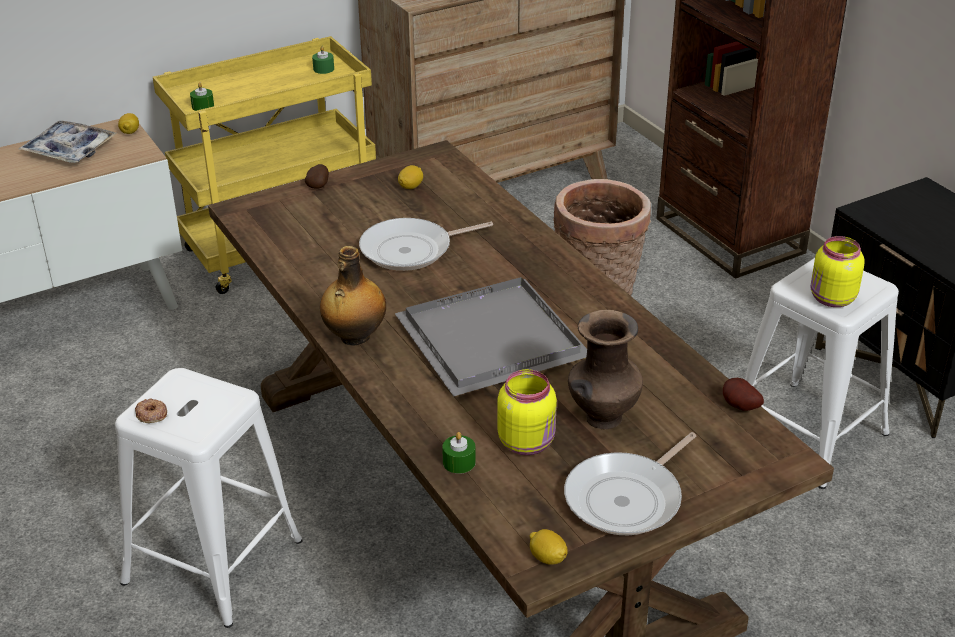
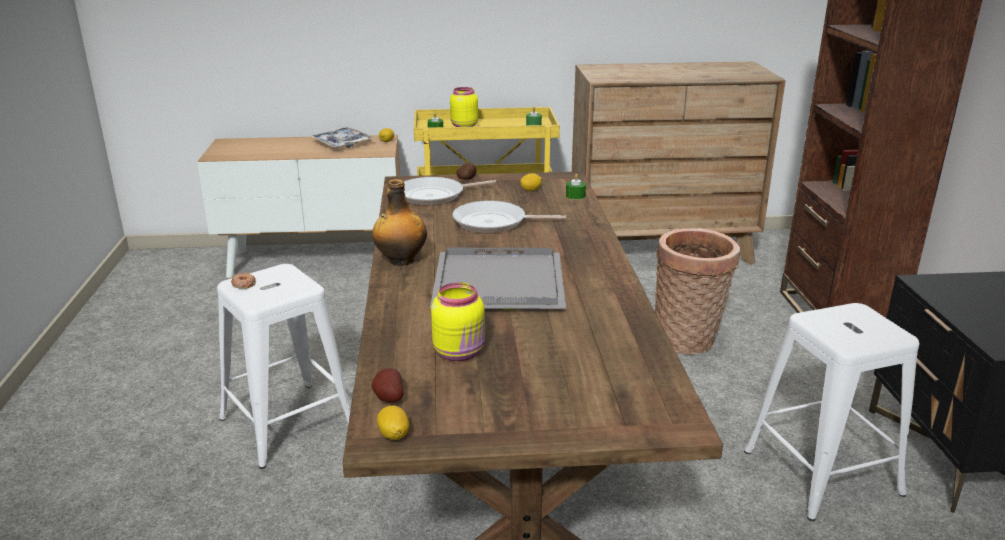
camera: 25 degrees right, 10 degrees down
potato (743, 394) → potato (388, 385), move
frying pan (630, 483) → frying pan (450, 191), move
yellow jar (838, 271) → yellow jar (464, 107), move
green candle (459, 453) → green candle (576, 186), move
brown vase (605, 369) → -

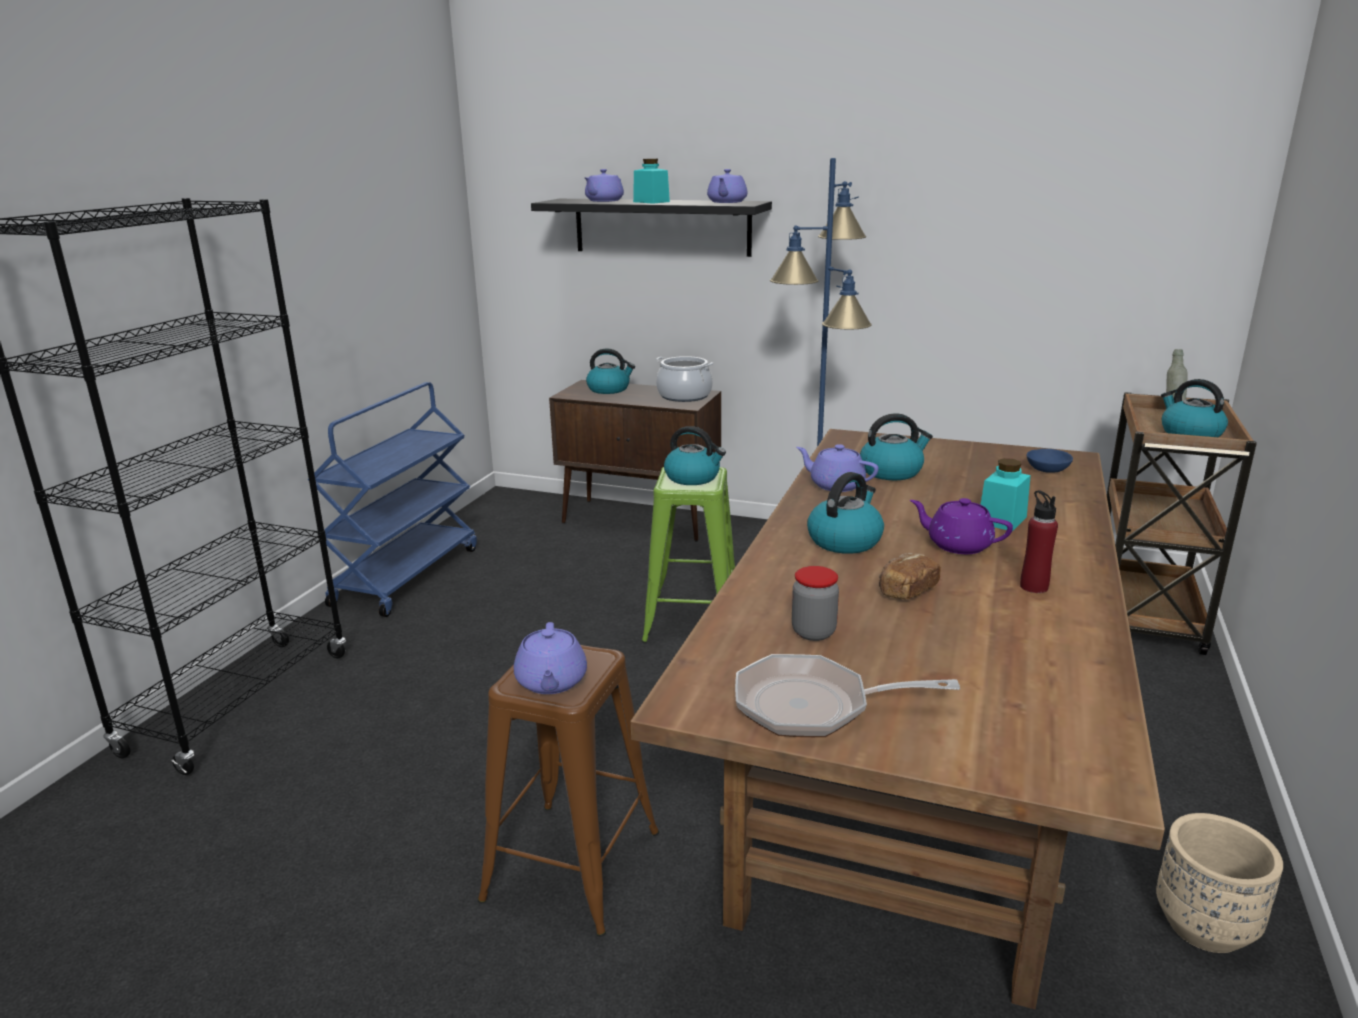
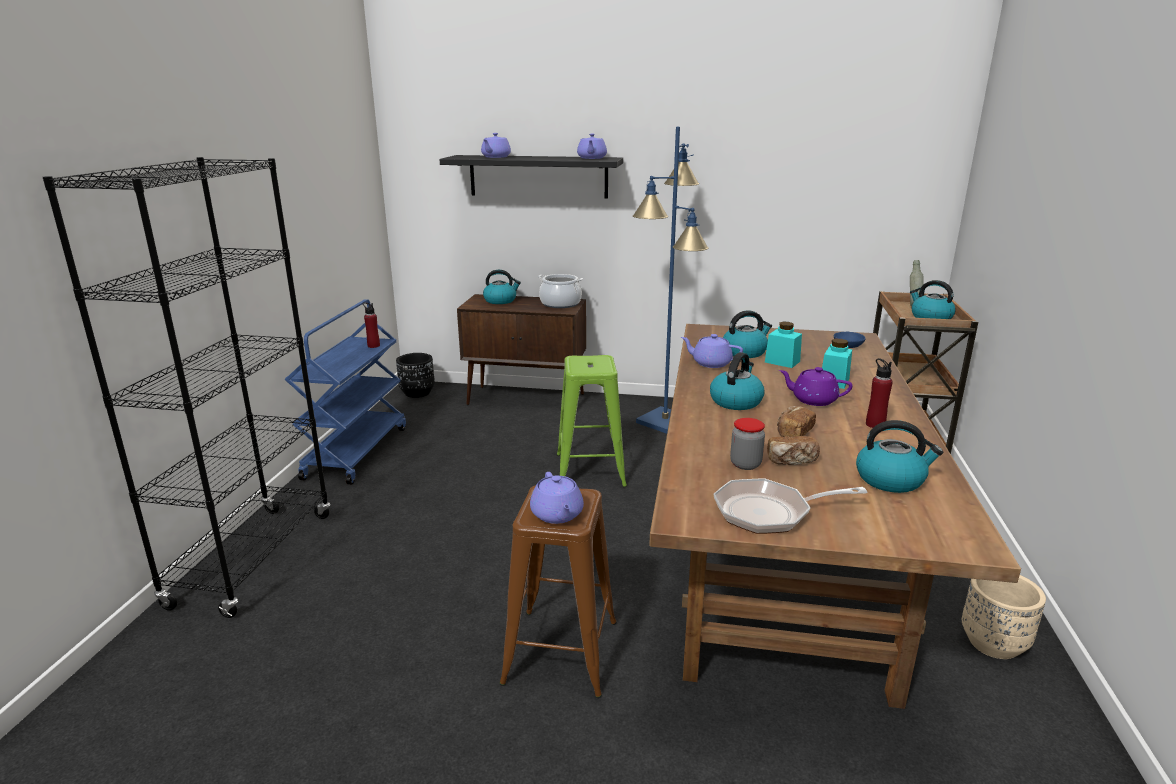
camera: 10 degrees left, 0 degrees up
- → red bottle (371, 325)
- → black planter (415, 375)
turquoise jar (651, 181) → turquoise jar (783, 344), move
- → bread (793, 450)
kettle (695, 455) → kettle (899, 456), move

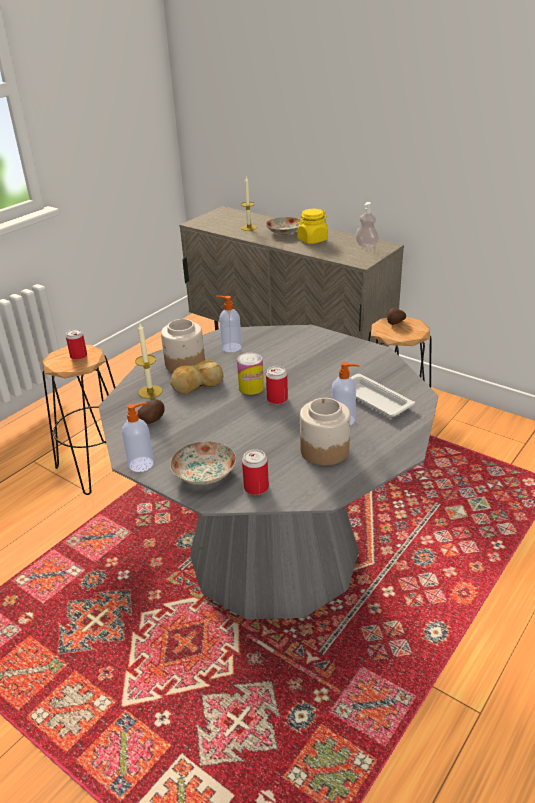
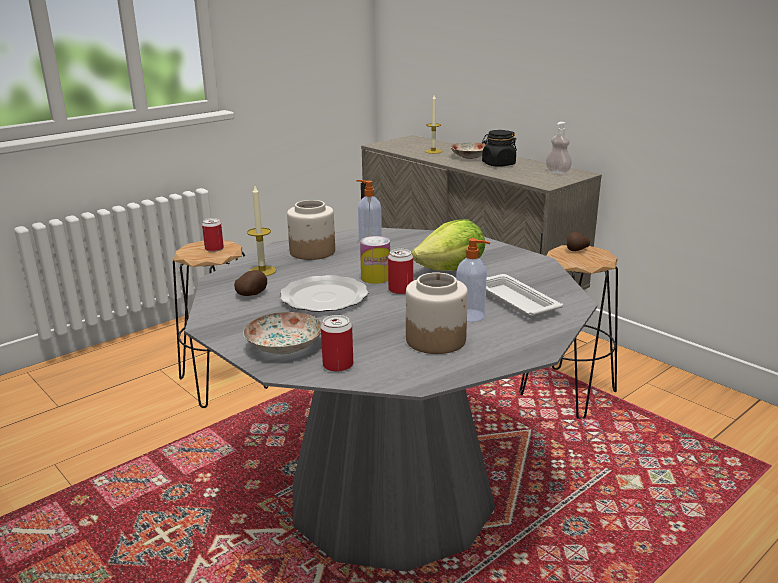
camera: 10 degrees right, 10 degrees down
- → plate (324, 293)
- → lettuce (448, 245)
yellow jar (312, 226) → black jar (499, 148)
soap dispenser (138, 437) → -
bread (196, 376) → -

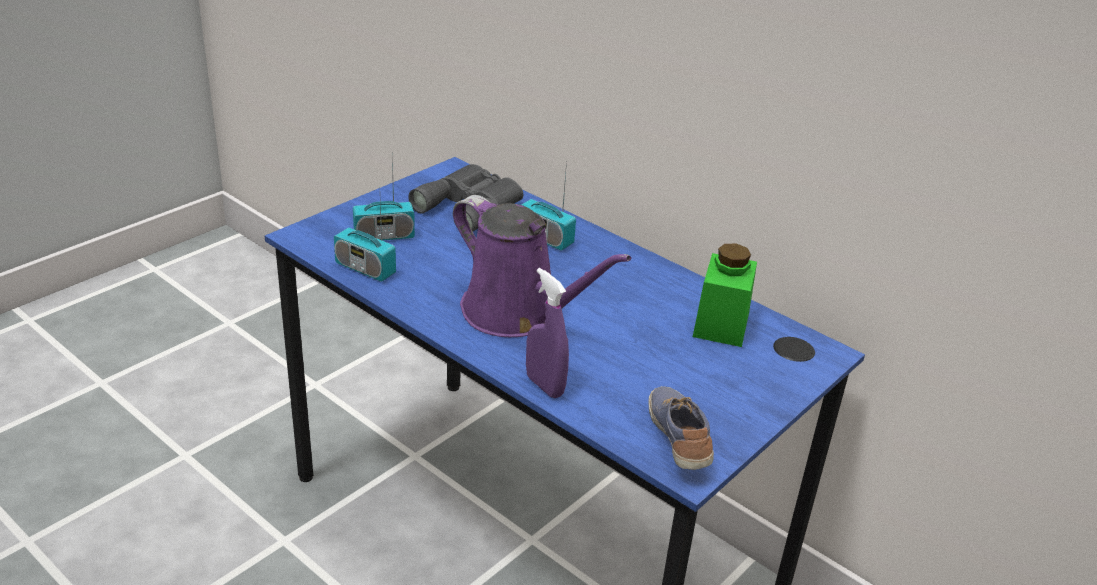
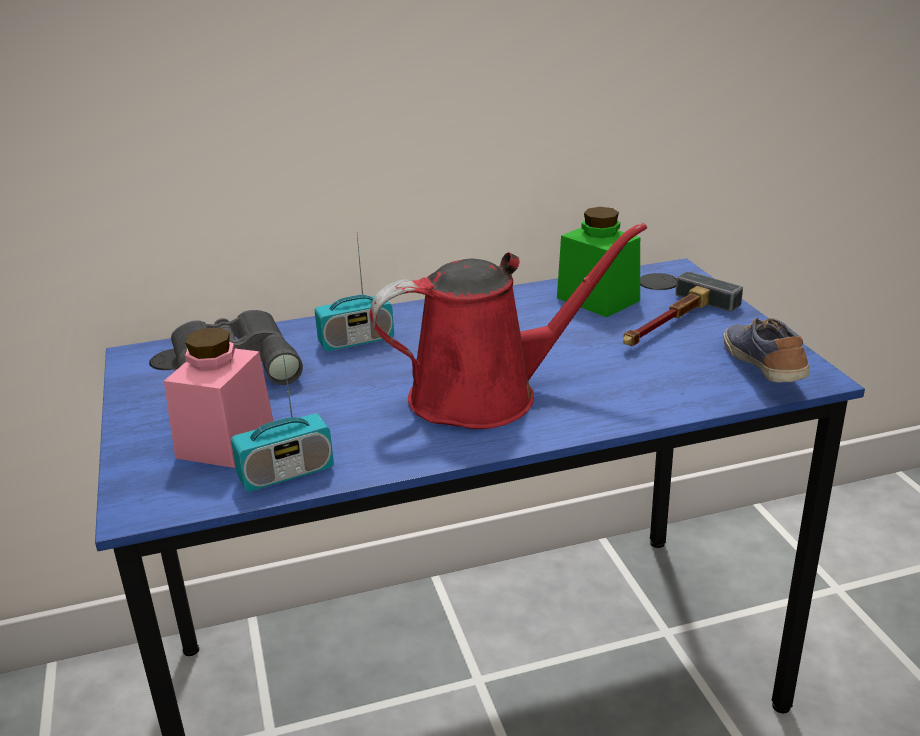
camera: 55 degrees left, 5 degrees down
radio (384, 198) → pink jar (218, 397)
purple watering can (542, 266) → red watering can (508, 325)
- → hammer (683, 308)
shoe (681, 428) → shoe (766, 350), 60 degrees clockwise
purple spray bottle (547, 333) → -

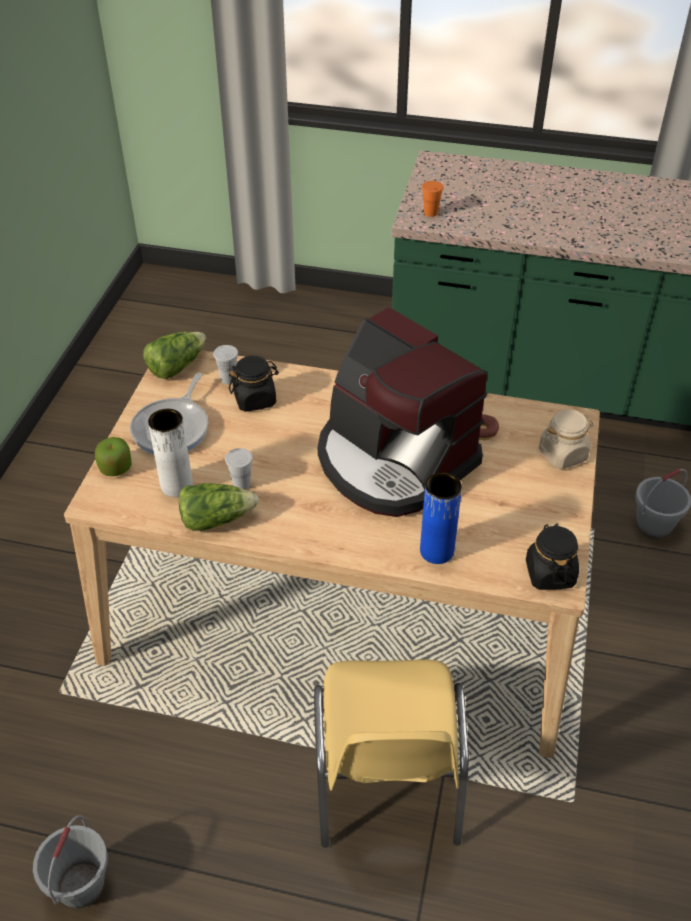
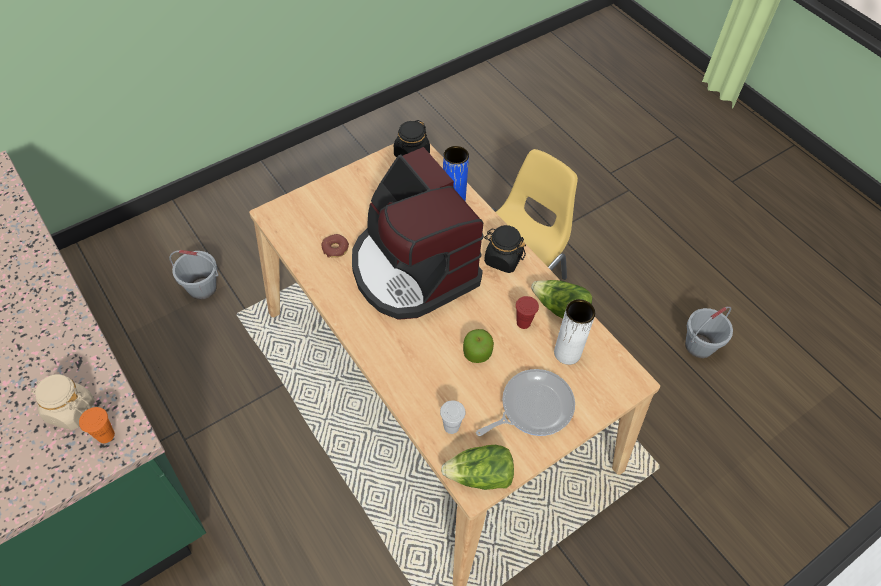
camera: 140 degrees left, 10 degrees up
beige jar (566, 439) → beige jar (63, 402), move
coffee machine (402, 412) → coffee machine (418, 233), 150 degrees clockwise
apple (113, 456) → apple (478, 346), move
black jar (254, 384) → black jar (505, 249), move
white cup (239, 469) → red cup (527, 312)

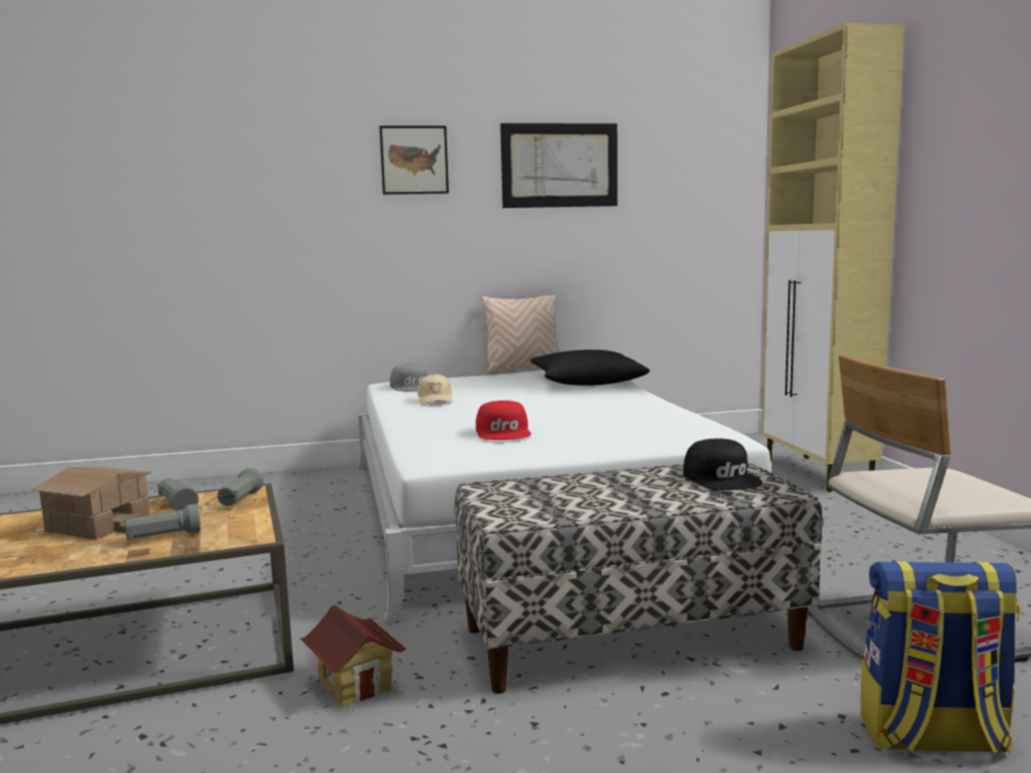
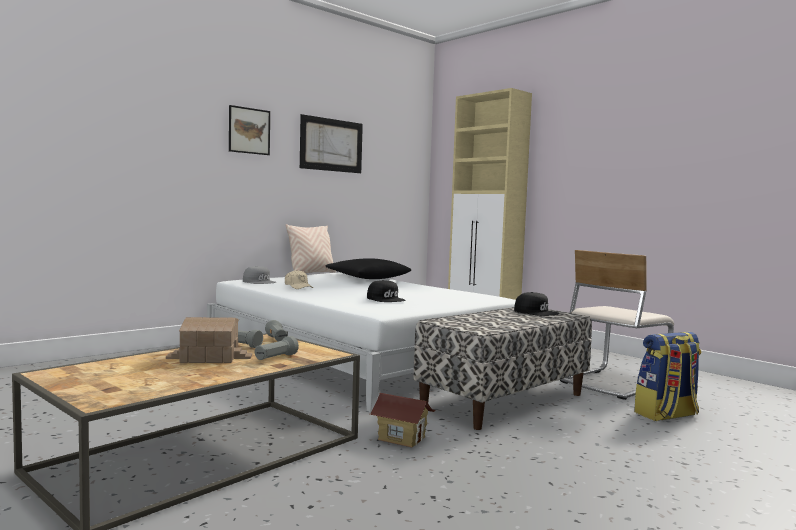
camera: 30 degrees left, 5 degrees down
red cap (503, 420) → black cap (386, 291)

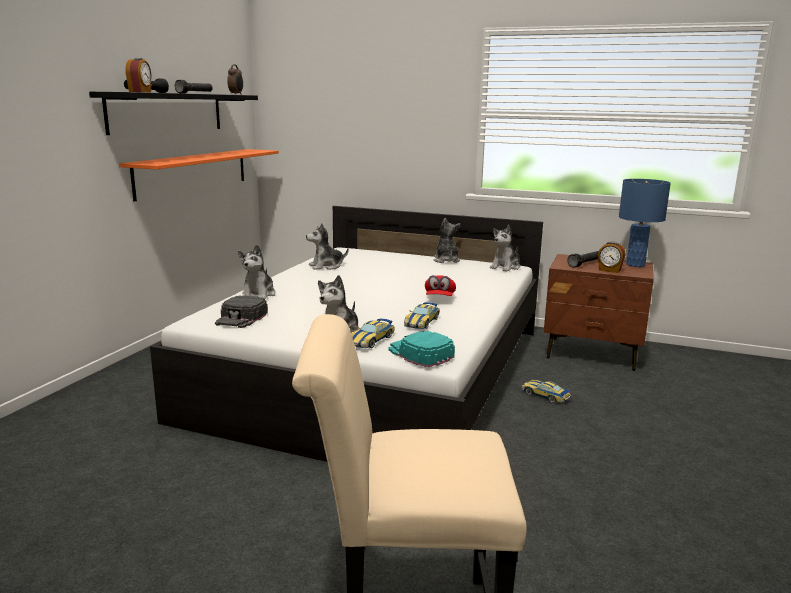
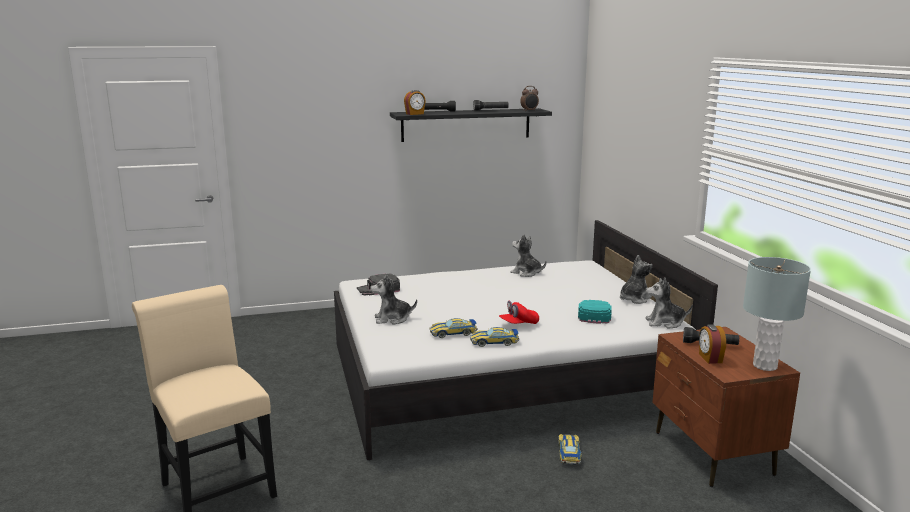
camera: 55 degrees right, 0 degrees up
toy car (373, 333) → toy car (494, 337), move
turquoise cap (421, 349) → turquoise cap (595, 312), move
blue table lamp (645, 223) → grey table lamp (777, 314)
orange shelf (199, 175) → -
plush toy (257, 272) → -

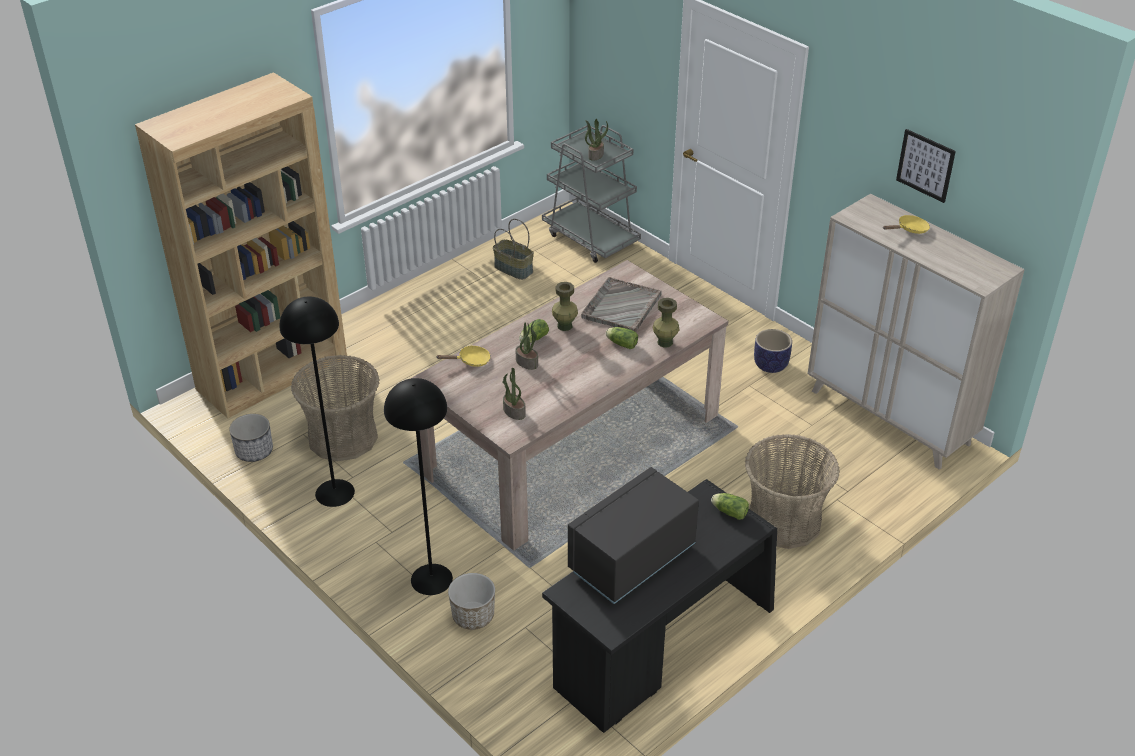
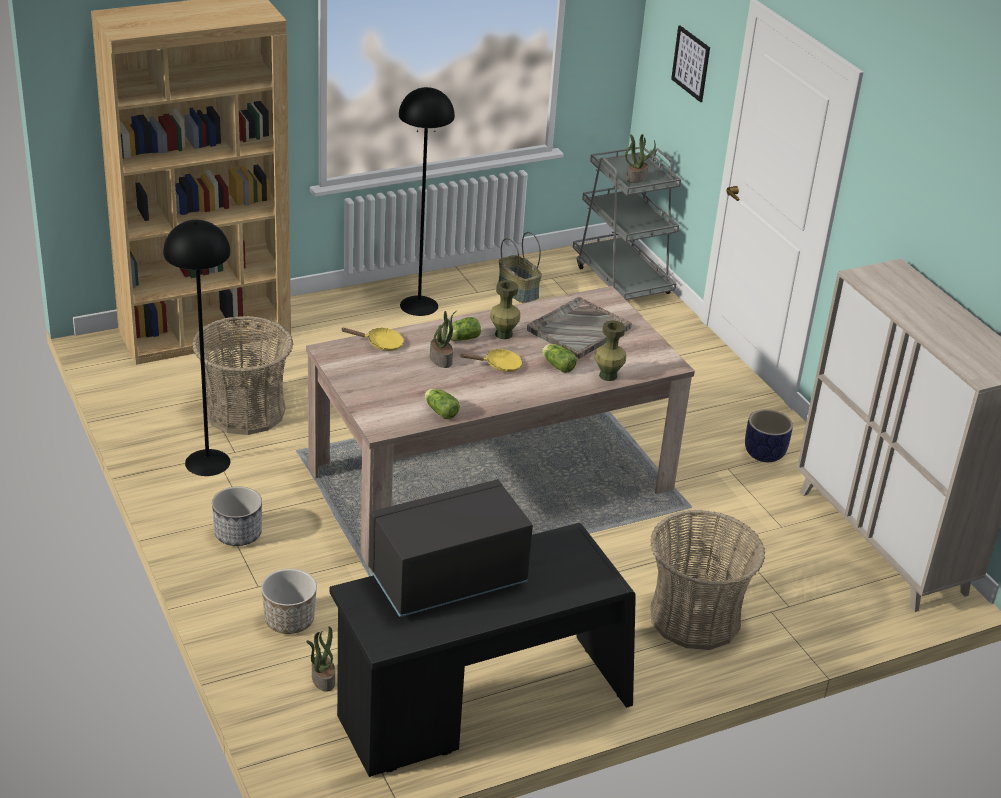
camera: 15 degrees right, 5 degrees down
planter (251, 438) → planter (237, 516), move
potted plant (514, 394) → potted plant (320, 659), move
black floor lamp (418, 486) → black floor lamp (427, 201), move
lettuce (730, 506) → lettuce (442, 404), move
yellow frying pan (906, 224) → yellow frying pan (491, 360), move
picture (926, 166) → picture (690, 63), move

